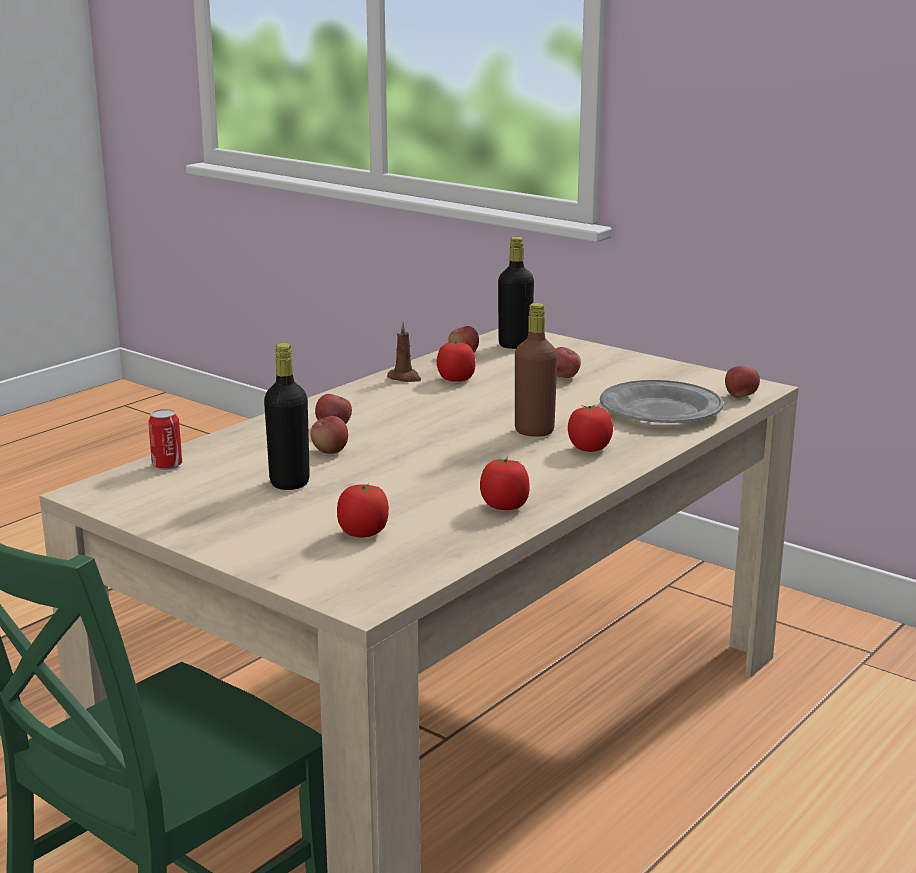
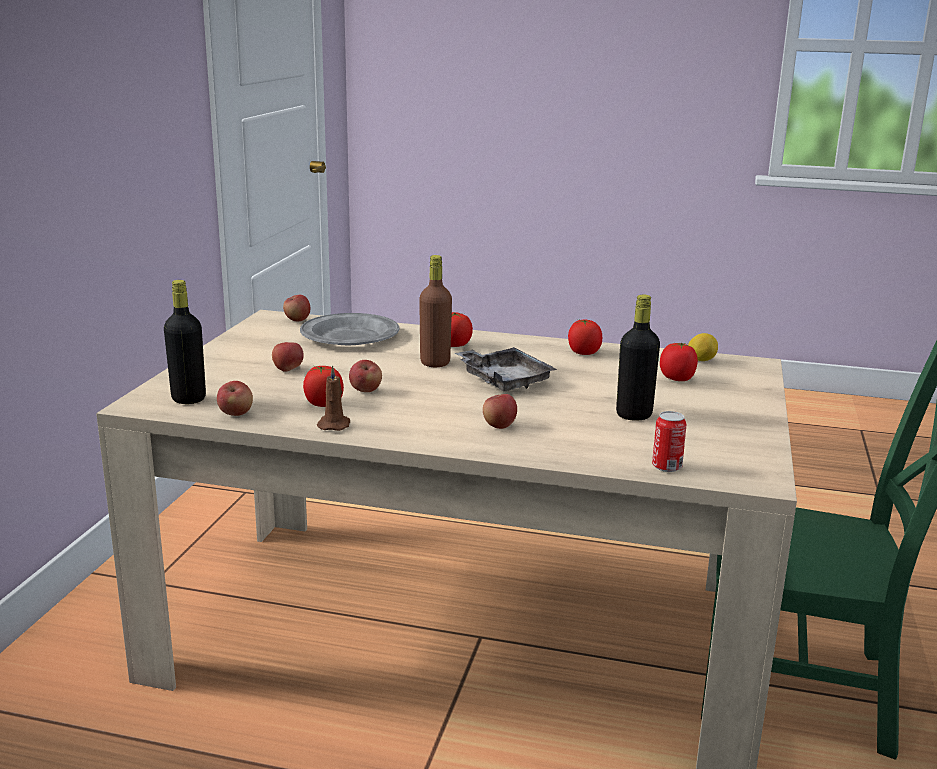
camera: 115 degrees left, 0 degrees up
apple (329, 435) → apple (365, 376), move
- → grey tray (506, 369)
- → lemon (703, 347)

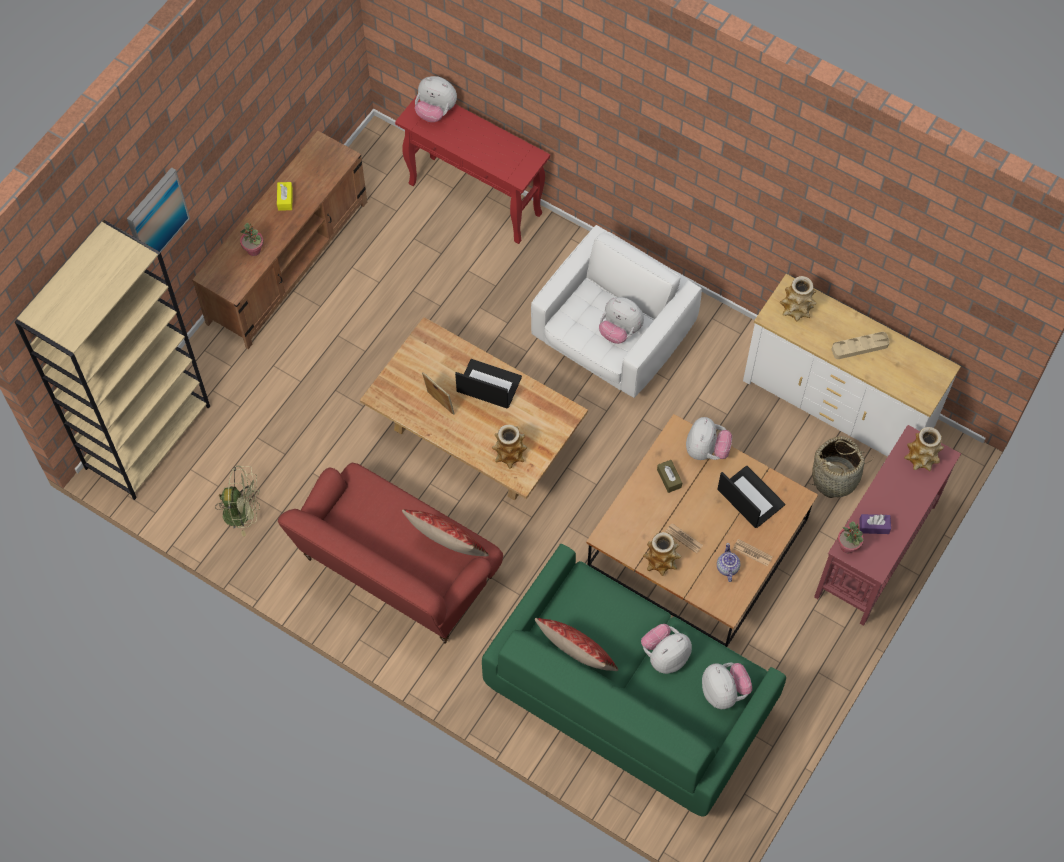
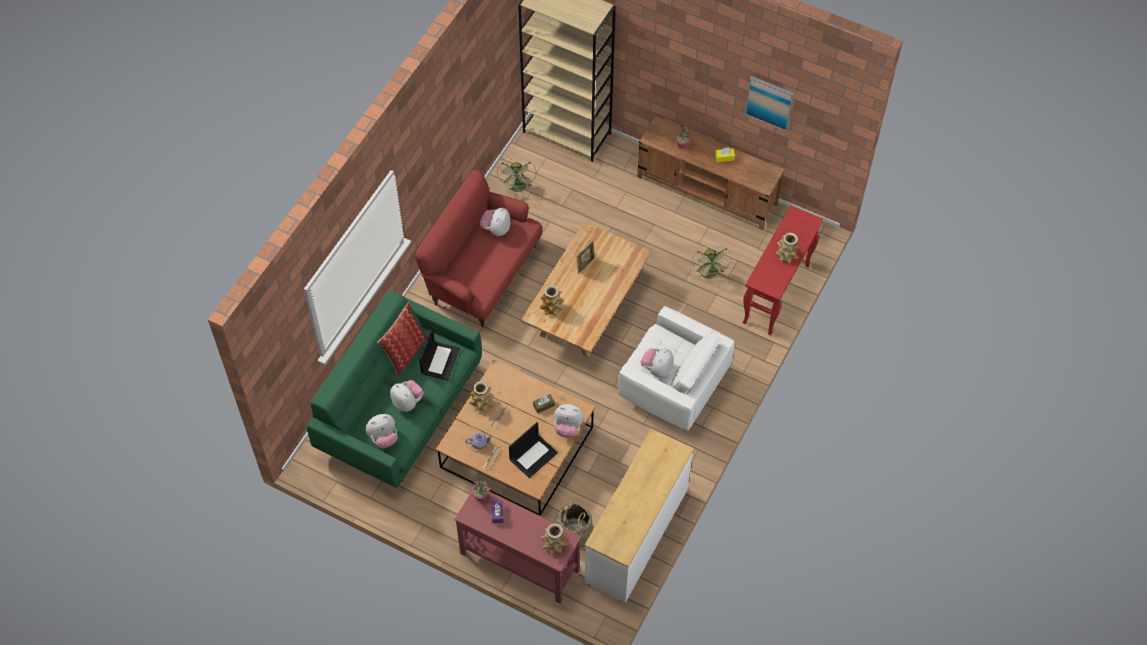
camera: 85 degrees right, 5 degrees down
laptop (488, 383) → laptop (439, 354), move
plush toy (436, 99) → plush toy (495, 222), move
- → green fan (711, 262)
picture (158, 216) → picture (769, 104), move
vase (798, 298) → vase (787, 248), move
pillow (445, 533) → -
beige tray (861, 345) → -

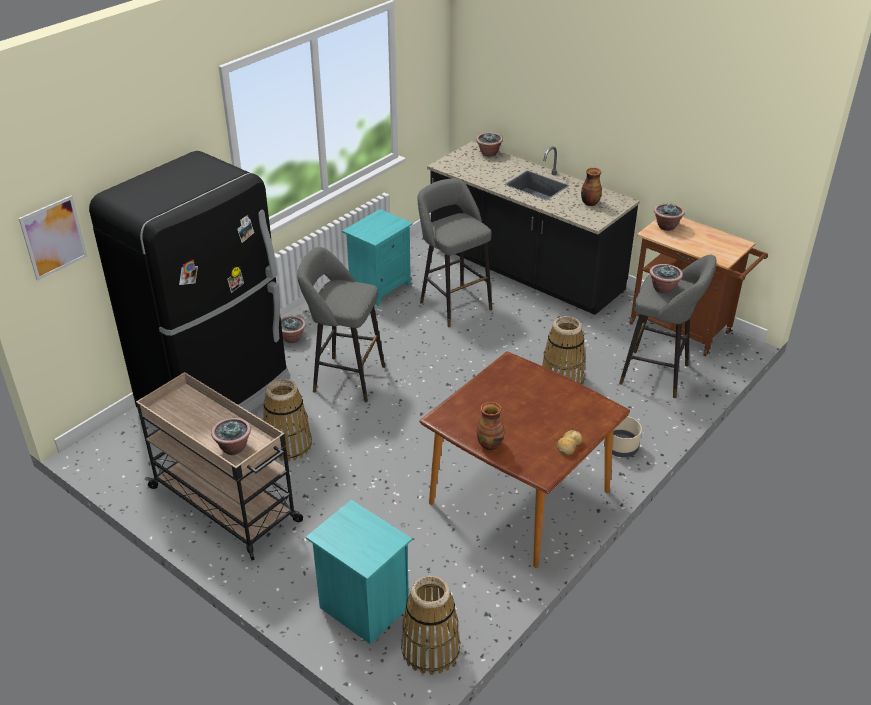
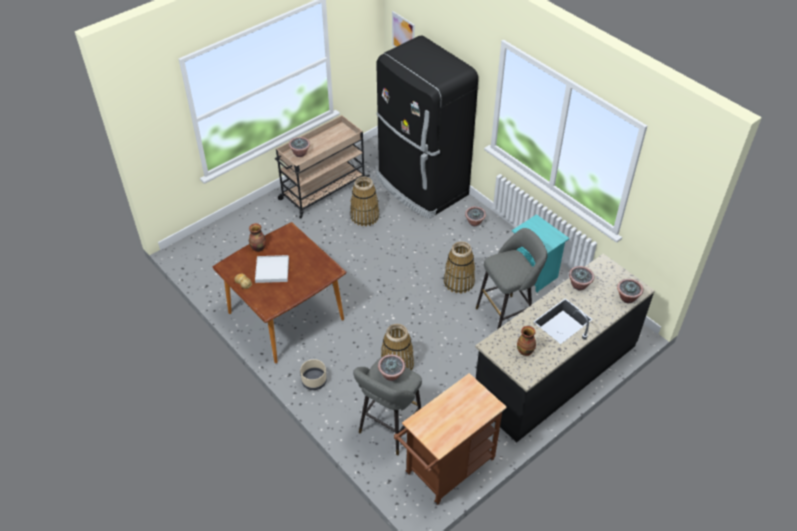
camera: 100 degrees right, 10 degrees up
- → white tray (272, 269)
basket (430, 625) → basket (459, 267), move
potted plant (669, 217) → potted plant (581, 278), move
grey stool (341, 324) → -
turquoise nightstand (359, 572) → -

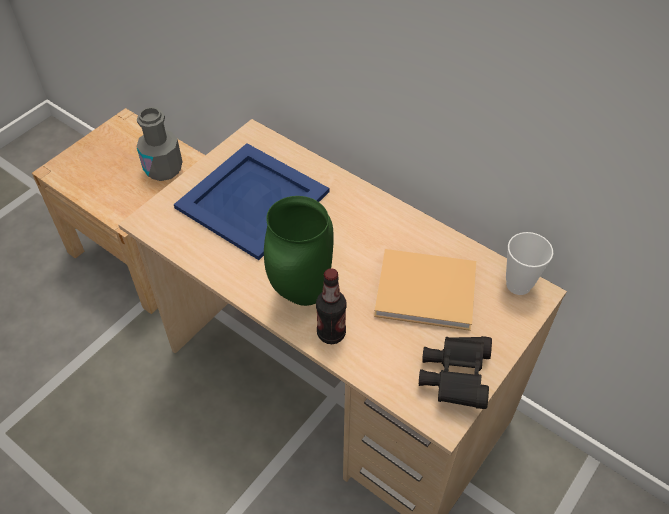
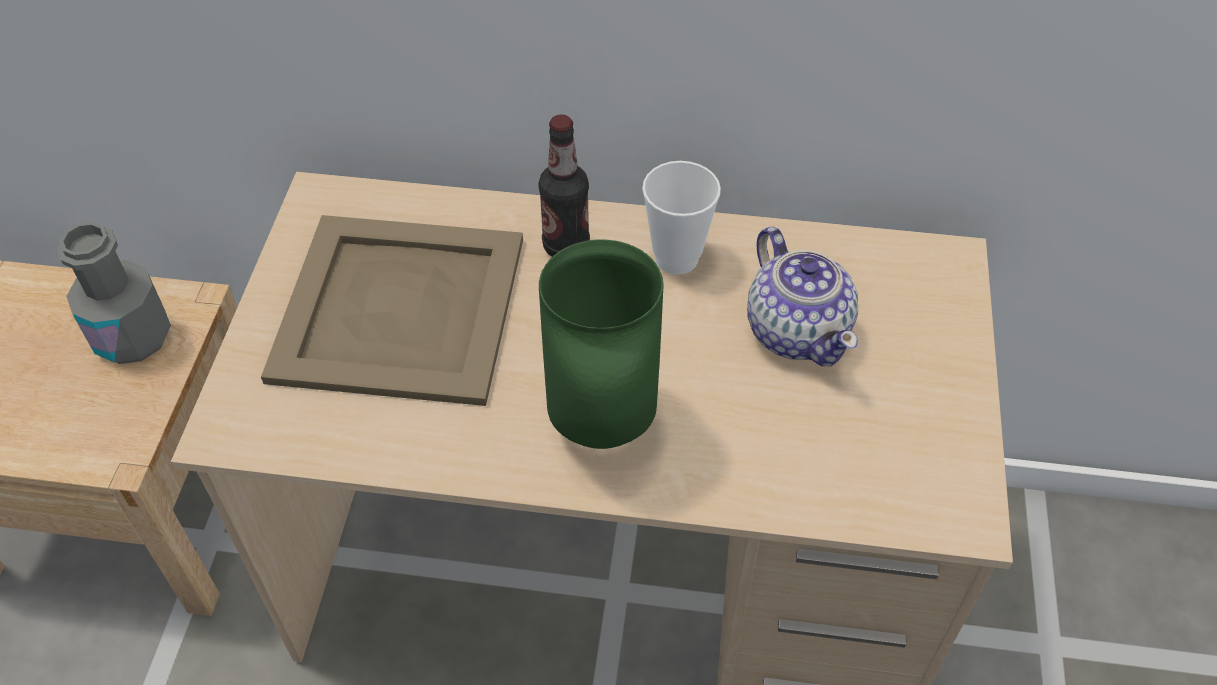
camera: 30 degrees left, 0 degrees up
blue tray (251, 201) → beige tray (392, 310)
bottle (331, 306) → bottle (564, 186), move
cup (529, 263) → cup (681, 218), move
beige book (425, 290) → teapot (802, 296)
black binoculars (455, 372) → -

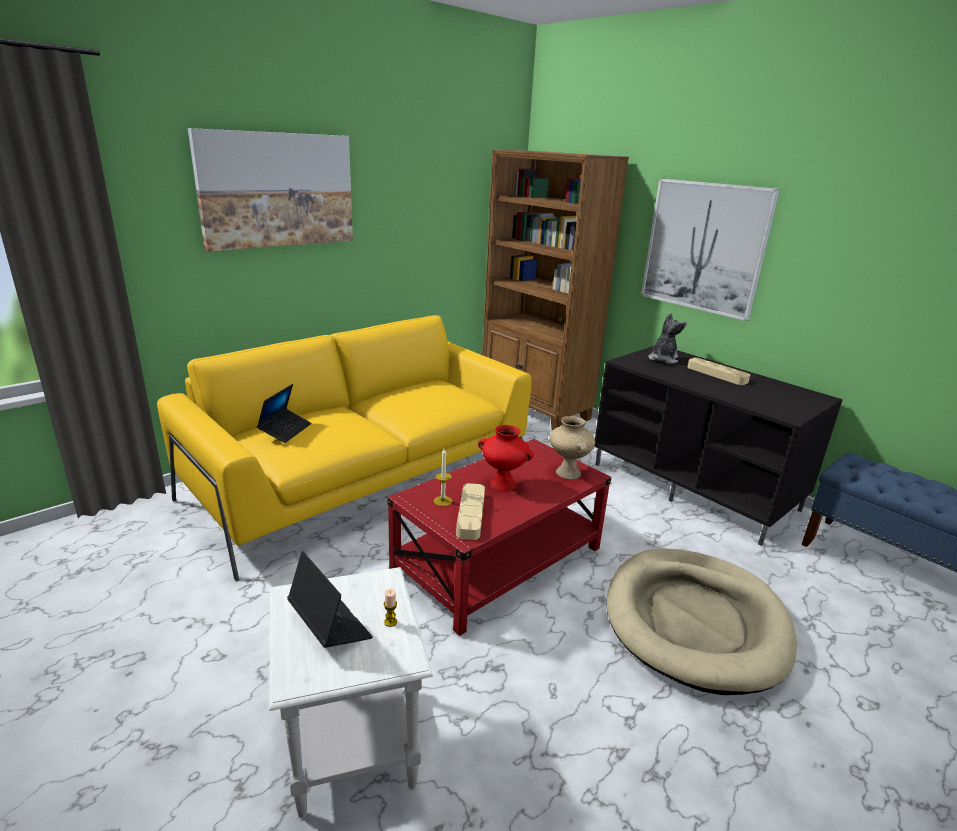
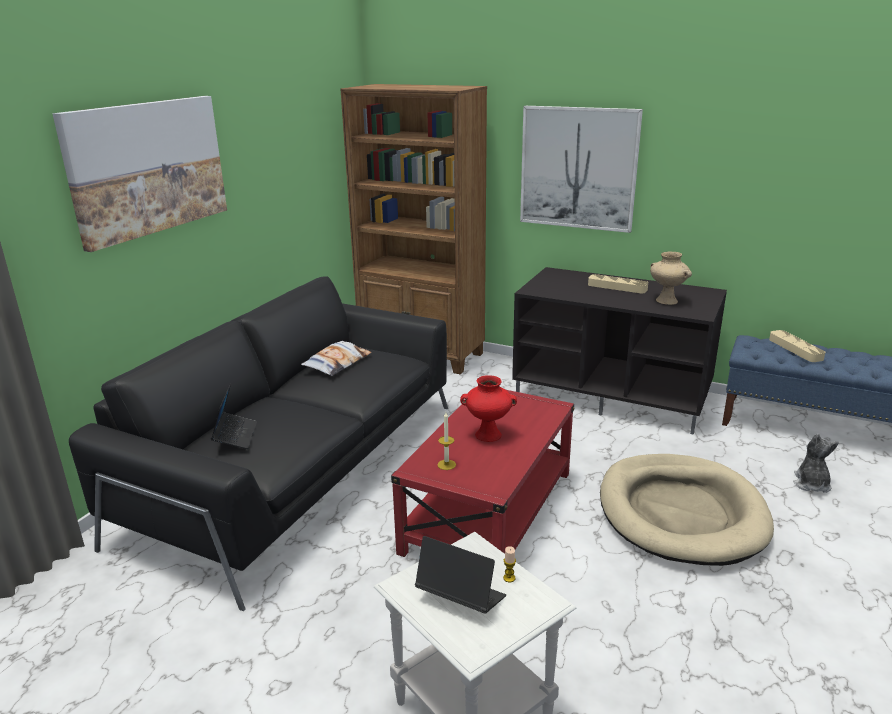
camera: 20 degrees left, 0 degrees up
yellow sofa (344, 448) → black sofa (258, 443)
- → pillow (336, 358)
beige vase (572, 447) → beige vase (671, 278), move
beige tray (470, 511) → beige tray (797, 346), move
plush toy (667, 338) → plush toy (816, 463), move

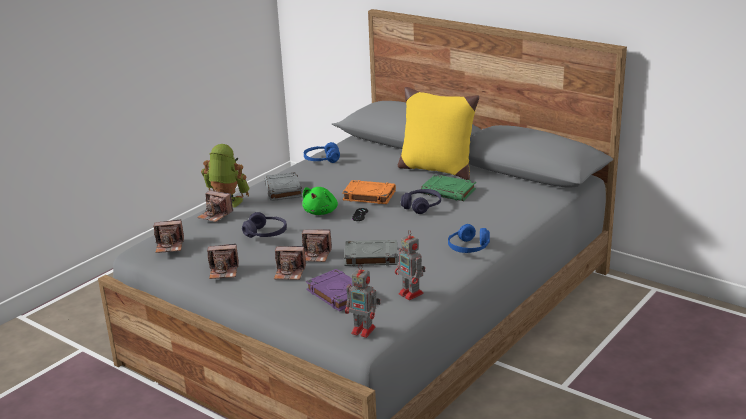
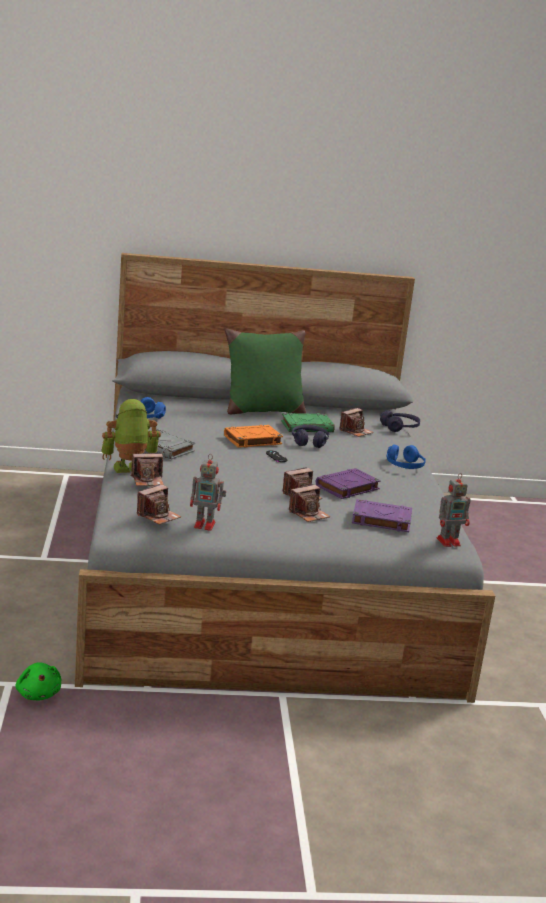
camera: 45 degrees left, 5 degrees down
green plush toy (320, 201) → green plush toy (38, 681), move
toy robot (410, 265) → toy robot (208, 492), move
yellow pillow (438, 133) → green pillow (265, 371)
grey book (370, 252) → purple book (348, 483)
photo camera (223, 261) → photo camera (356, 422), move
purple headphones (264, 225) → purple headphones (400, 421), move

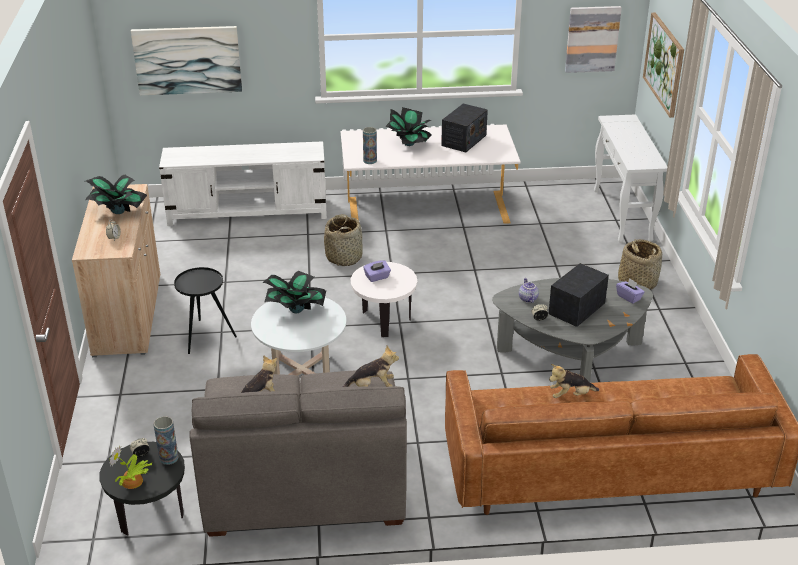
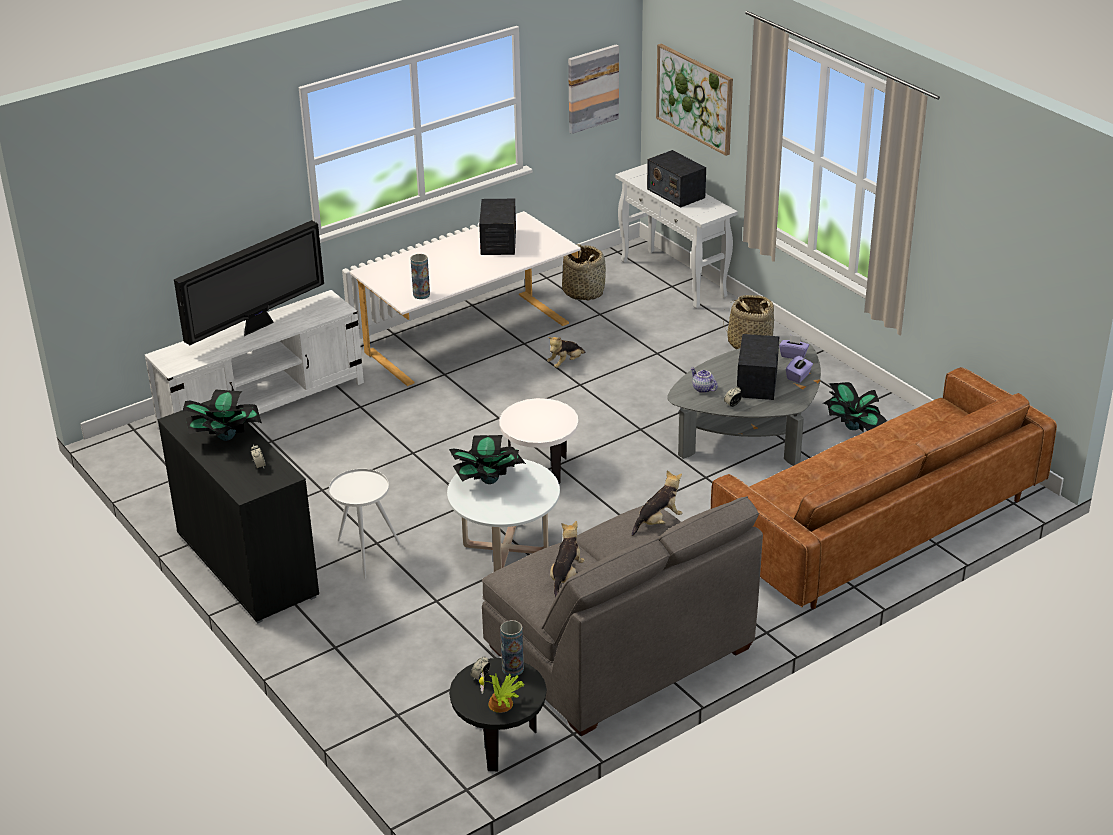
camera: 30 degrees left, 0 degrees up
beige cabinet (116, 270) → black cabinet (238, 512)
- → television (249, 282)
black side table (205, 310) → white side table (364, 524)
plush toy (574, 381) → plush toy (566, 352), move
basket (343, 240) → basket (584, 272), move
- → radio (676, 179)
purple tissue box (377, 271) → purple tissue box (799, 369), move
potted plant (408, 127) → potted plant (855, 407), move
picture (186, 60) → -

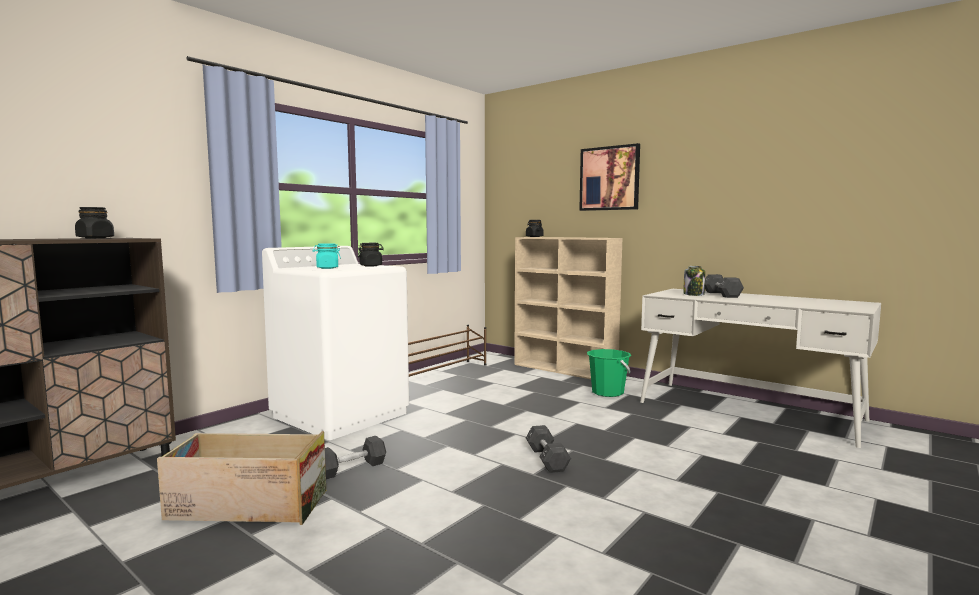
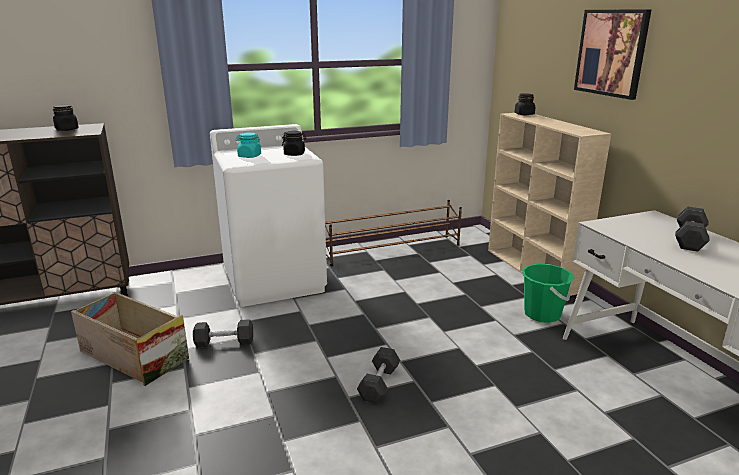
camera: 30 degrees right, 15 degrees up
jar (694, 281) → -

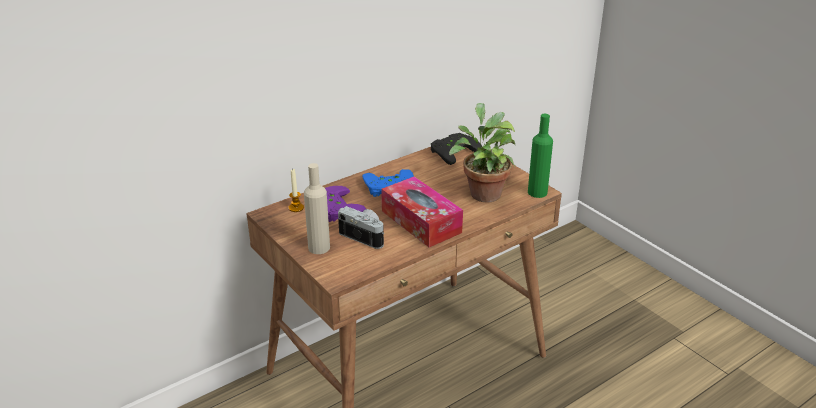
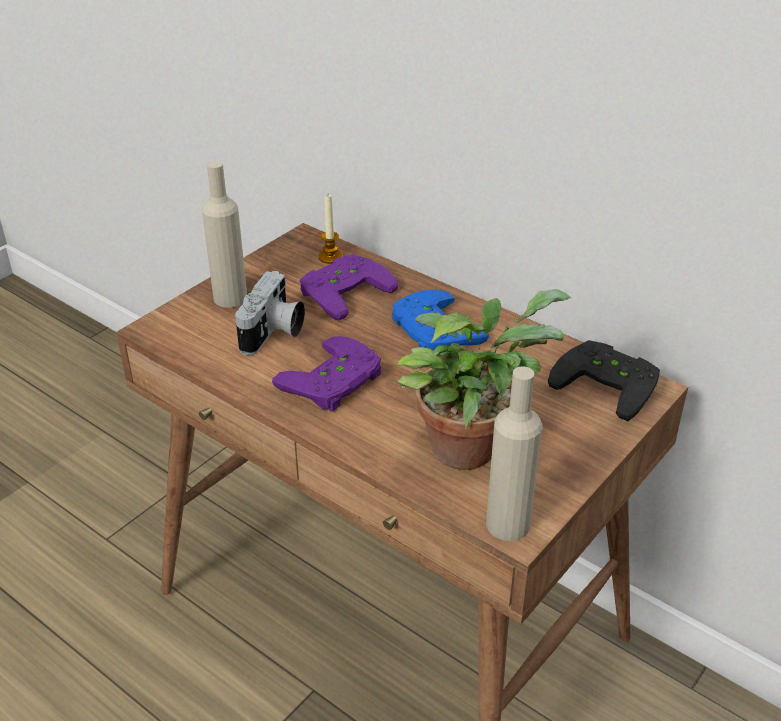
camera: 75 degrees right, 5 degrees up
tissue box (422, 211) → purple game controller (326, 374)
green bottle (540, 156) → beige bottle (514, 453)

